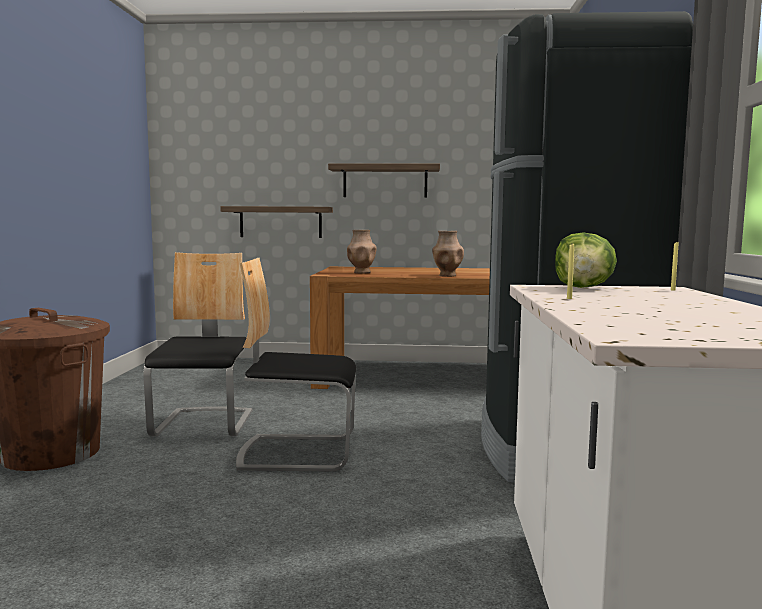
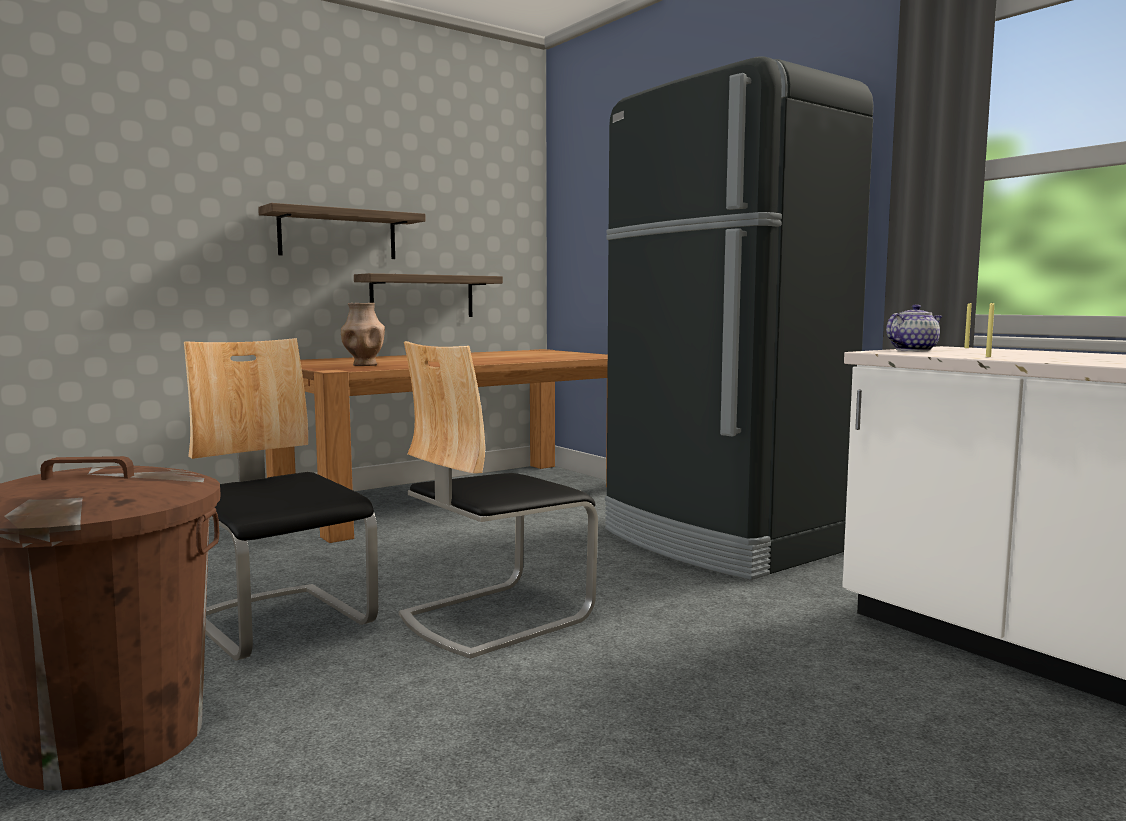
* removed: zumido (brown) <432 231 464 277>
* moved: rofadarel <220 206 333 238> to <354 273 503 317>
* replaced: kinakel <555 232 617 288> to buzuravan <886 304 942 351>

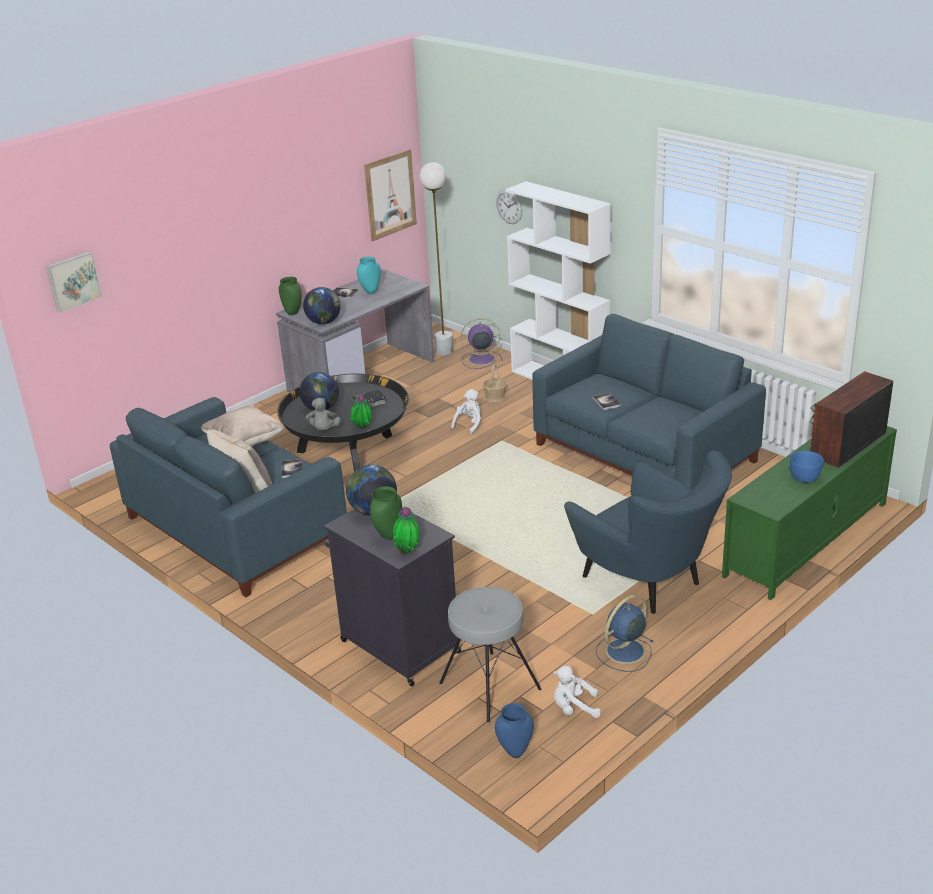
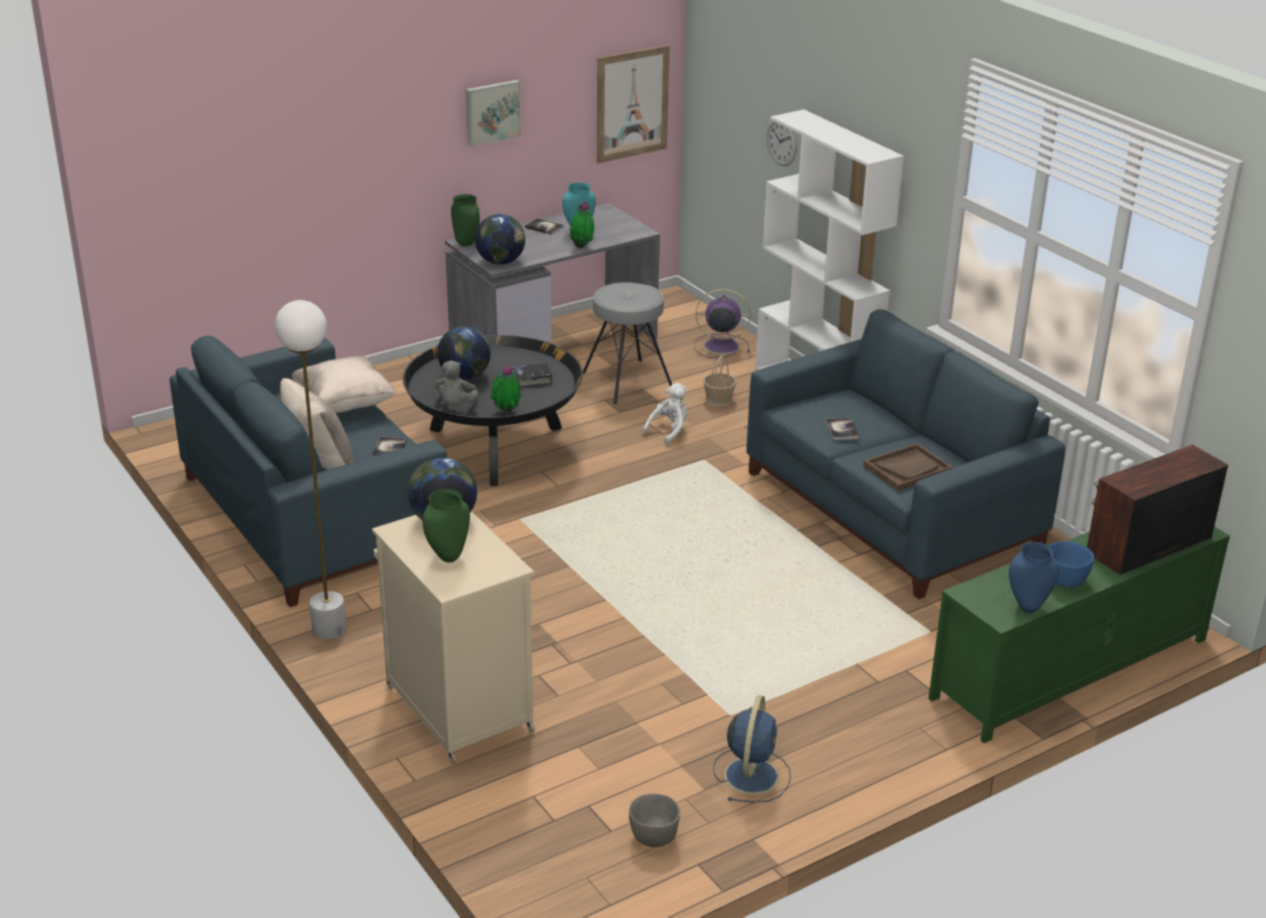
* removed: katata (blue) <564 451 732 614>
* added: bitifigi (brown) <863 443 953 491>
* moved: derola <46 251 102 313> to <466 80 521 147>
* moved: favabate <393 507 419 554> to <569 201 594 248>
* moved: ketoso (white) <420 162 453 356> to <275 300 346 639>
* moved: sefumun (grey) <439 587 541 722> to <583 282 672 404>
* moved: zumido (blue) <495 703 534 758> to <1009 542 1060 613>
* replaced: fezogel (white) <553 666 601 718> to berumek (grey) <629 794 681 847>
* recoloured: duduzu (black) <324 507 461 686> to duduzu (beige) <372 511 535 764>
* turned: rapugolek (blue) <596 595 654 672> = <713 695 791 803> 135 degrees clockwise

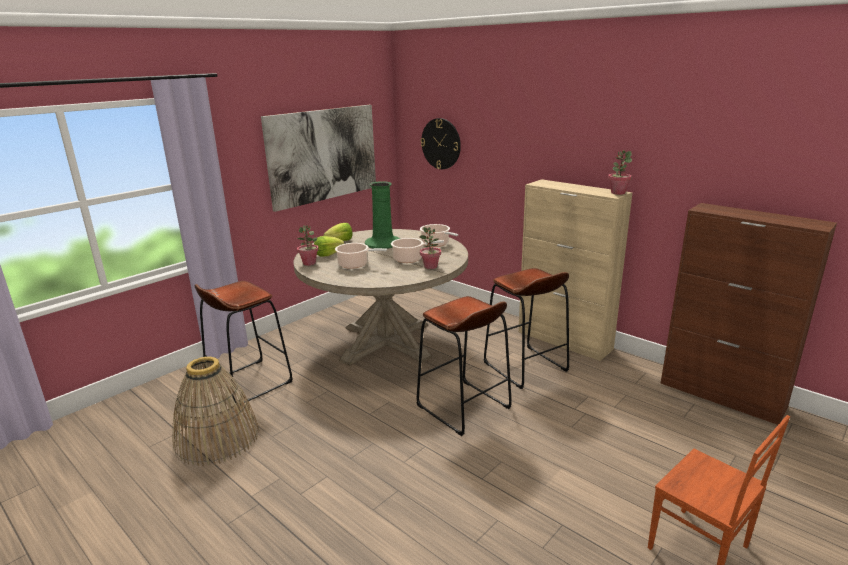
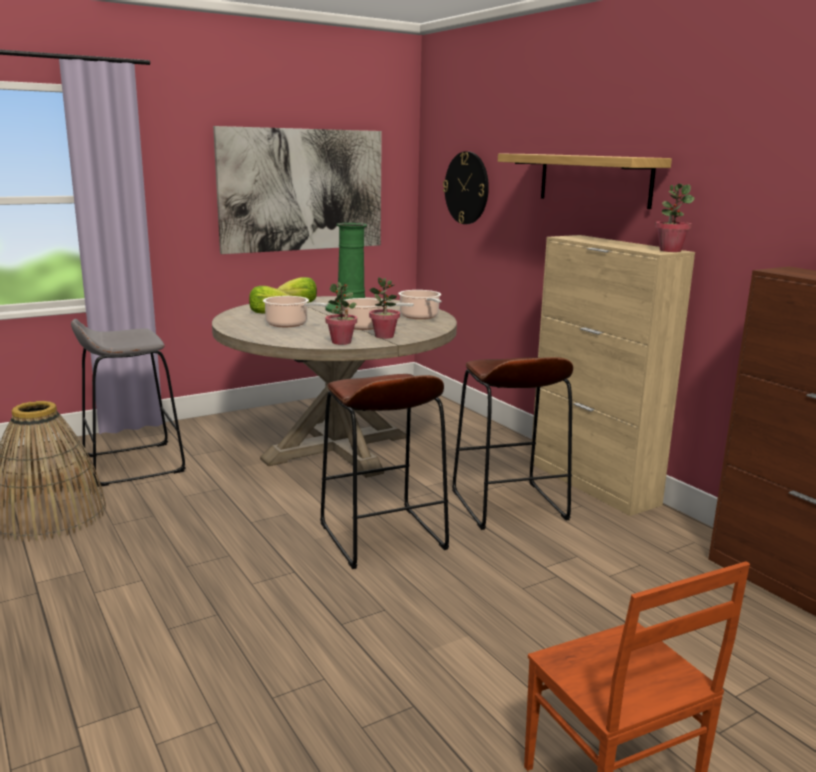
* added: rofadarel <498 153 672 209>
* moved: favabate <297 225 319 266> to <325 282 357 345>
* recoloured: sefumun (brown) <195 281 293 407> to sefumun (grey) <71 319 185 487>

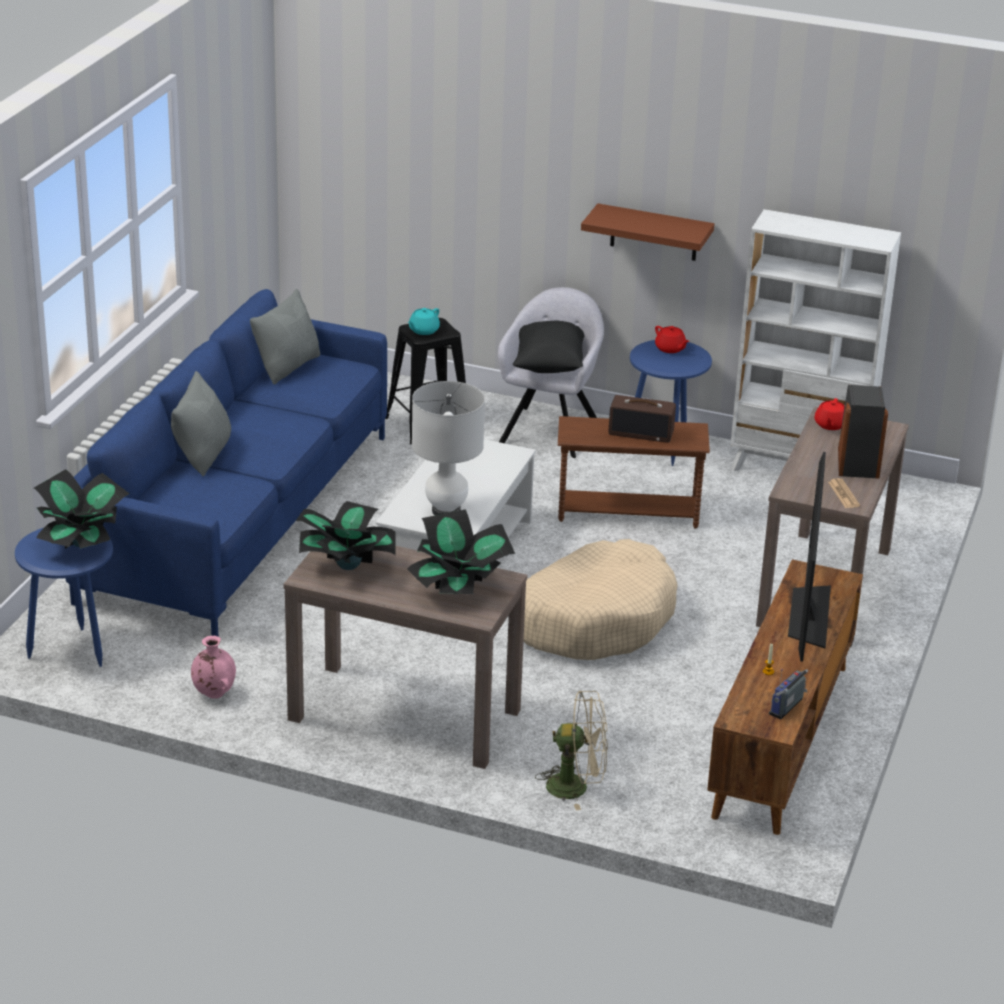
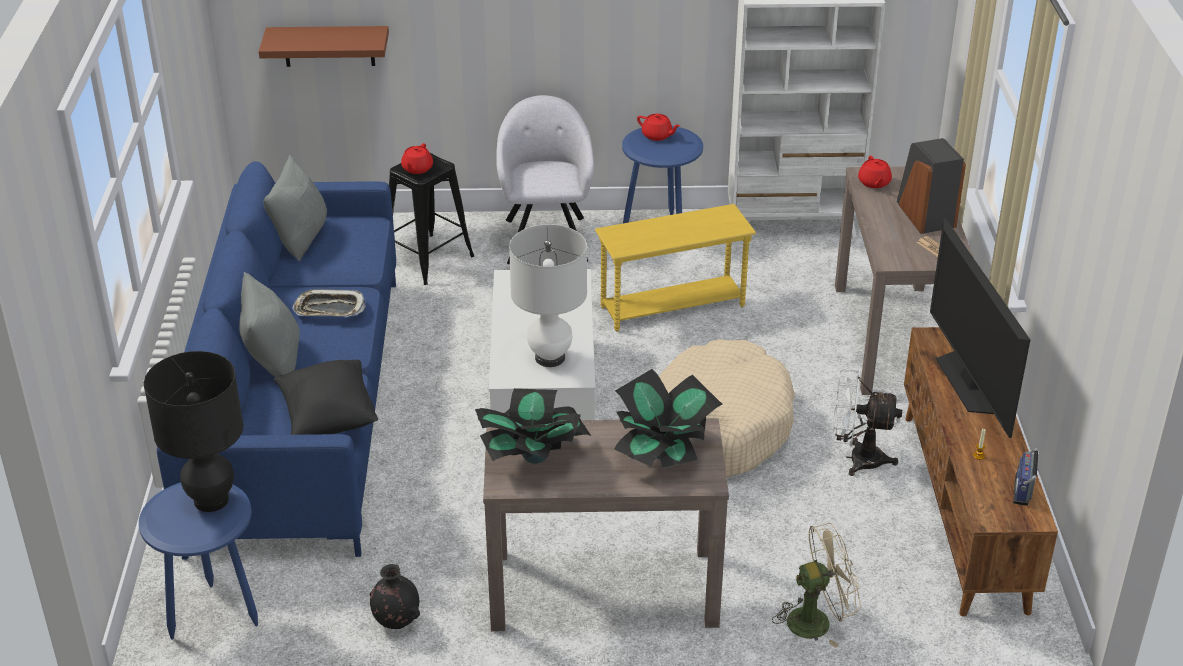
* removed: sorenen <609 395 676 443>
* added: bitifigi <293 289 365 317>
* added: rapugolek (white) <832 369 902 476>
* moved: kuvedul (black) <513 320 584 373> to <274 360 378 435>
* moved: rofadarel (brown) <581 203 714 261> to <258 26 389 67>
* replaced: favabate <34 469 130 549> to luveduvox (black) <144 351 244 512>
* recoloured: zumido (pink) <191 636 236 699> to zumido (black) <370 564 420 629>
* recoloured: buzuravan (turquoise) <408 308 440 335> to buzuravan (red) <401 143 433 174>
* recoloured: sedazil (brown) <558 416 710 529> to sedazil (yellow) <595 204 756 332>

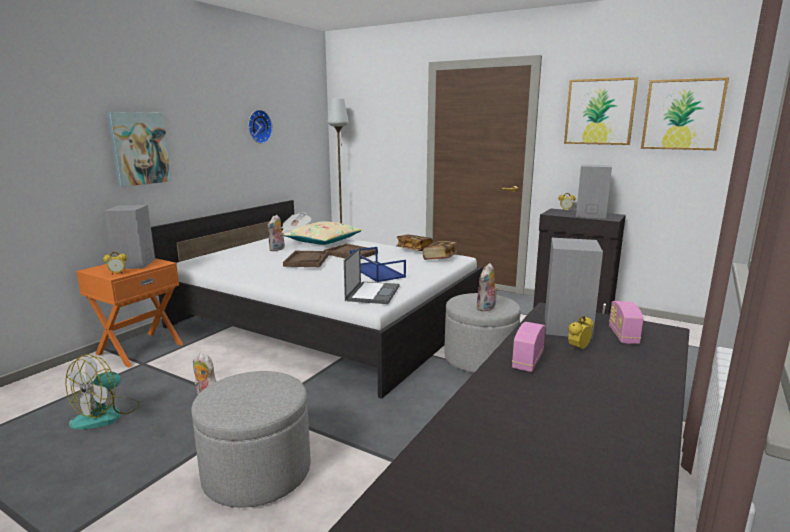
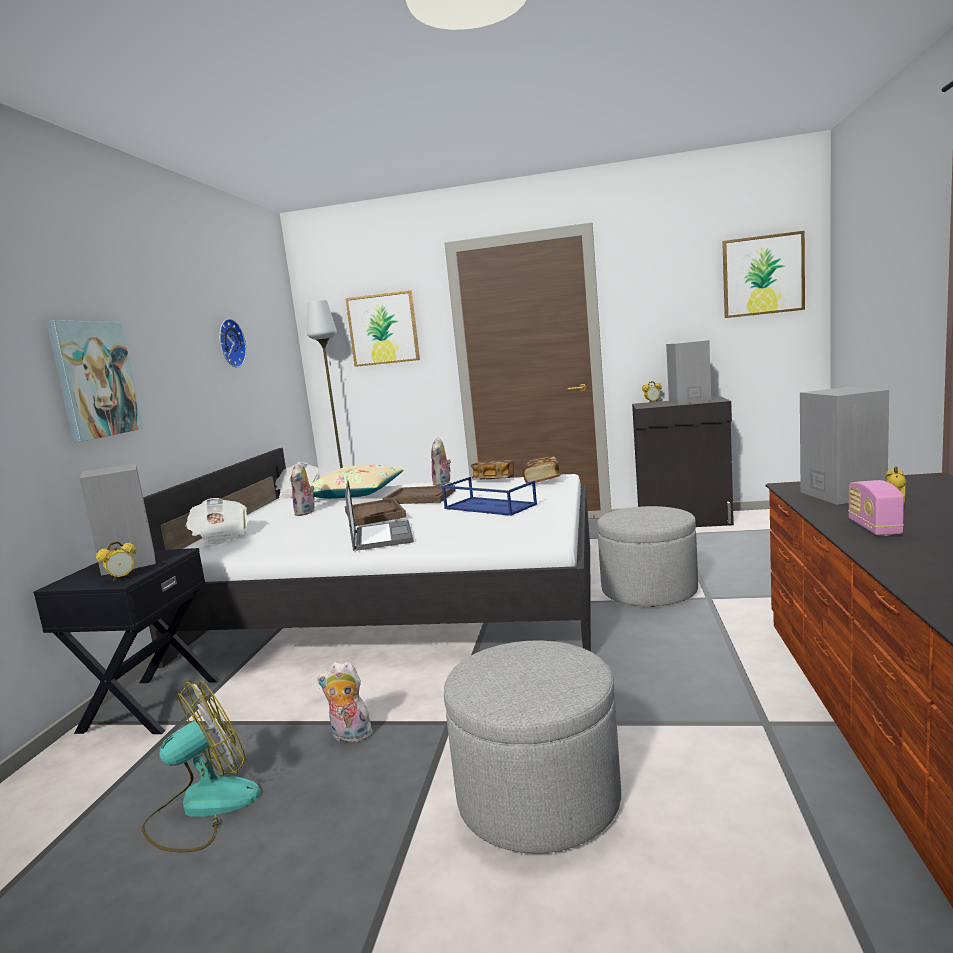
* removed: sorenen <609 301 644 344>
* added: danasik <185 498 247 546>
* moved: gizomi <344 247 399 304> to <345 480 414 551>
* moved: fezogel <476 263 498 312> to <431 437 451 486>
* moved: derola <564 77 638 145> to <345 290 420 367>
* recoloured: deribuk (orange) <76 258 183 367> to deribuk (black) <33 548 220 734>
* turned: rapugolek <65 354 140 429> = <142 680 261 852> 135 degrees counterclockwise

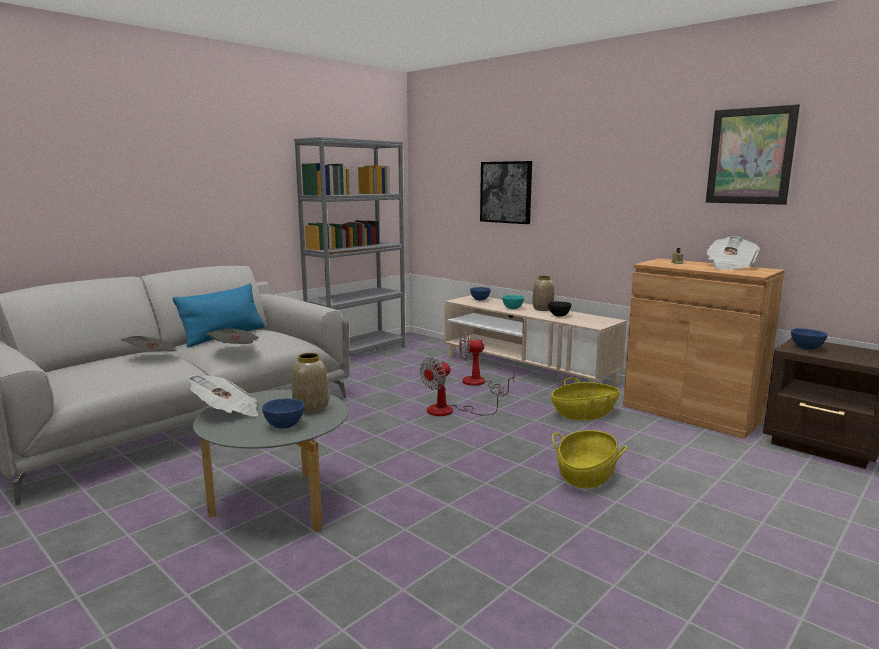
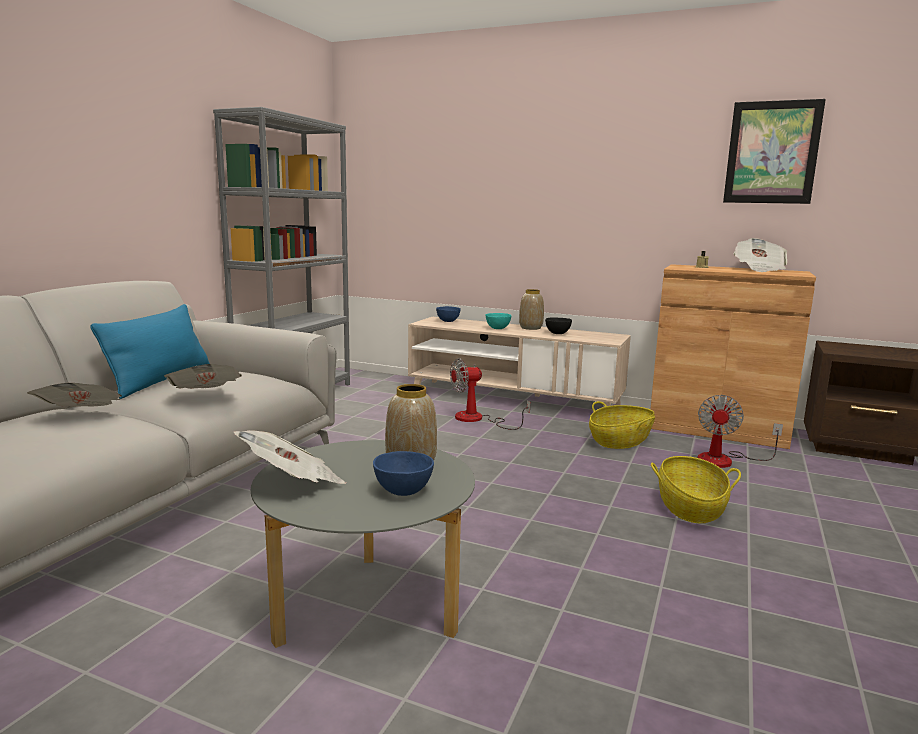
* removed: derola <480 161 532 224>
* removed: berumek (blue) <791 328 828 350>
* moved: rapugolek <420 357 504 416> to <697 395 783 468>

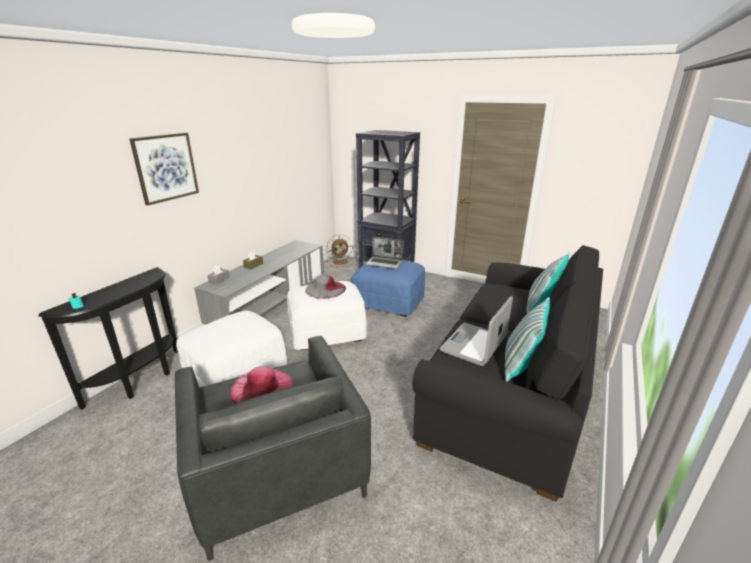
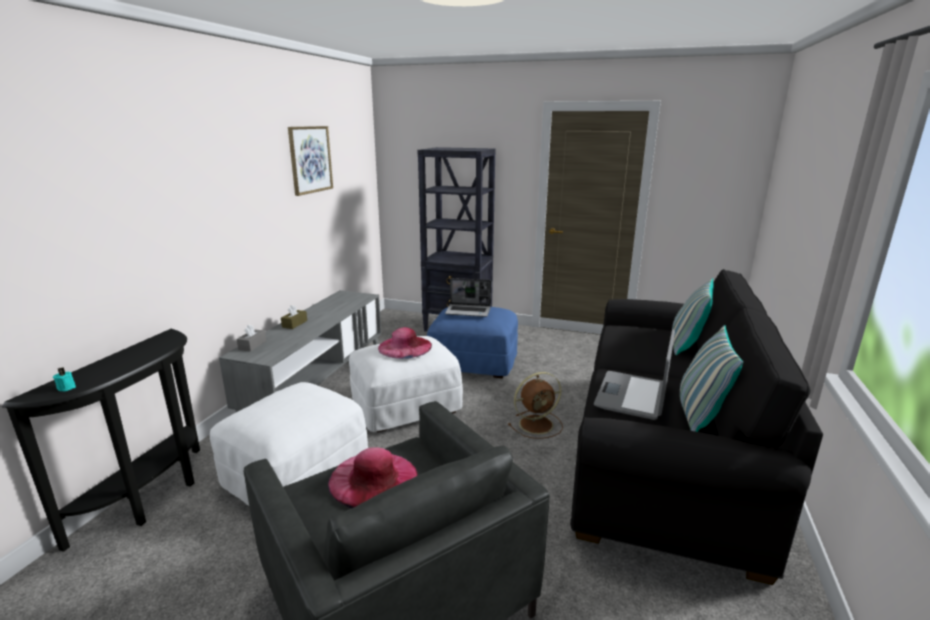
* moved: derola <129 133 199 206> to <288 126 333 196>
* moved: rapugolek (brown) <327 235 353 267> to <508 372 563 439>
* recoloured: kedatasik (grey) <306 275 346 299> to kedatasik (pink) <378 327 432 359>

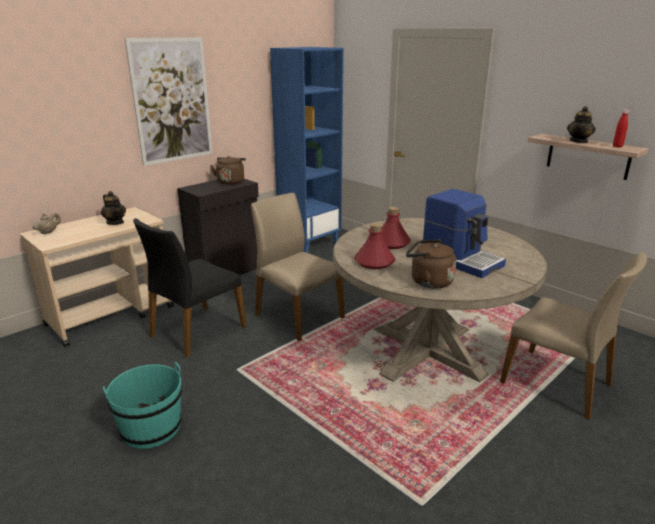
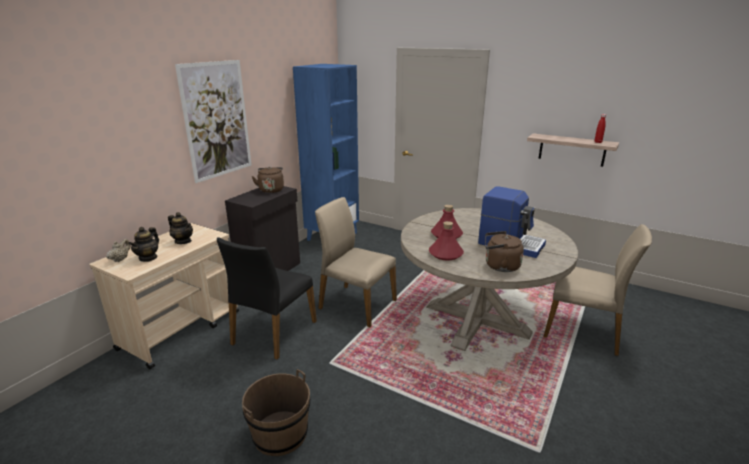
* moved: buzuravan <567 106 596 143> to <128 227 159 262>
* recoloured: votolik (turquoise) <103 362 182 449> to votolik (brown) <242 369 310 456>

